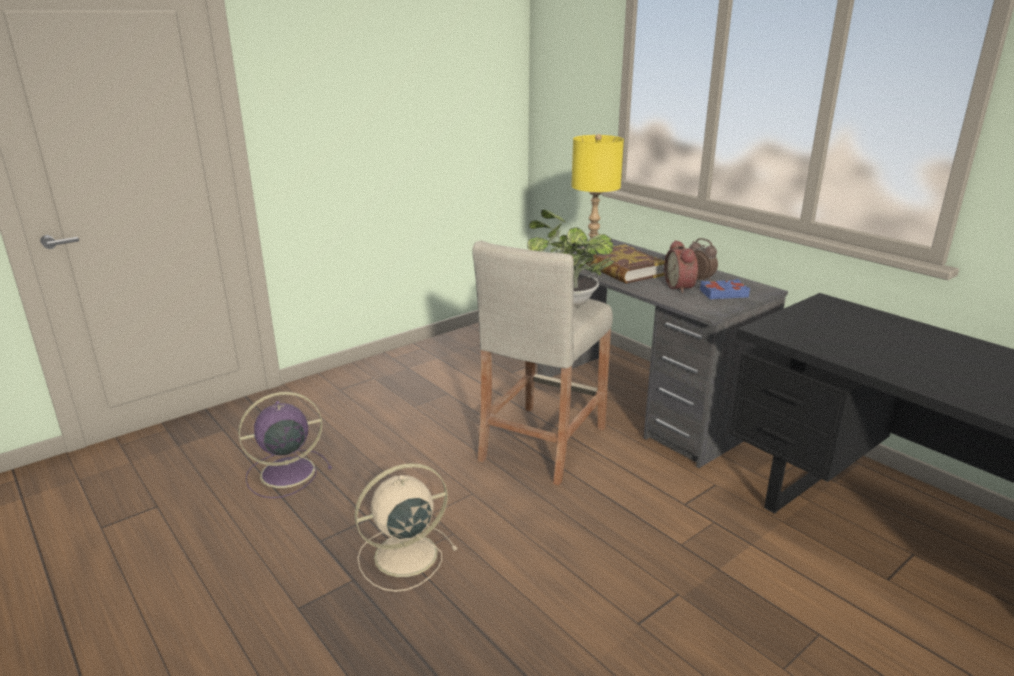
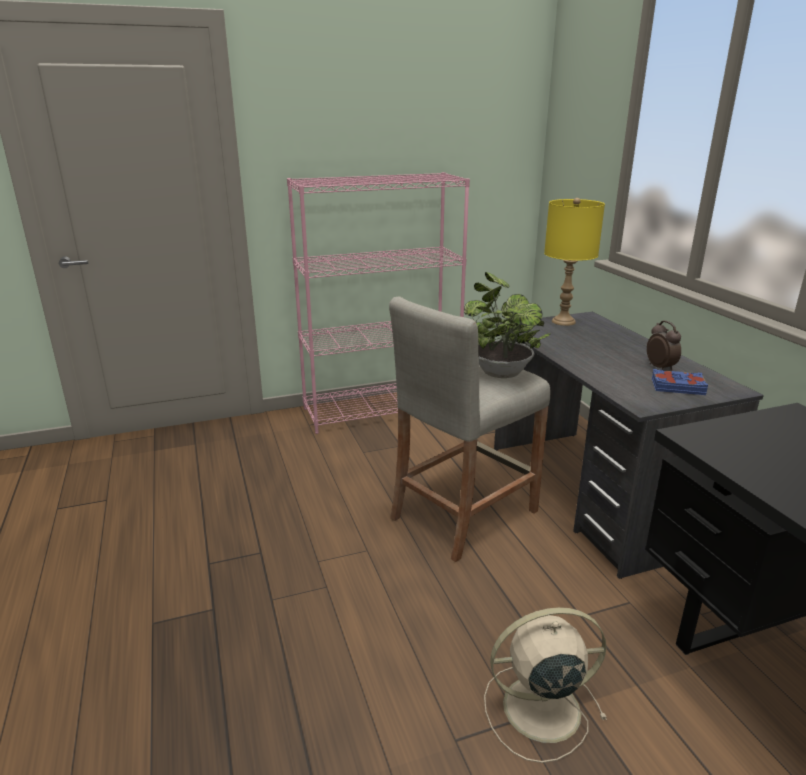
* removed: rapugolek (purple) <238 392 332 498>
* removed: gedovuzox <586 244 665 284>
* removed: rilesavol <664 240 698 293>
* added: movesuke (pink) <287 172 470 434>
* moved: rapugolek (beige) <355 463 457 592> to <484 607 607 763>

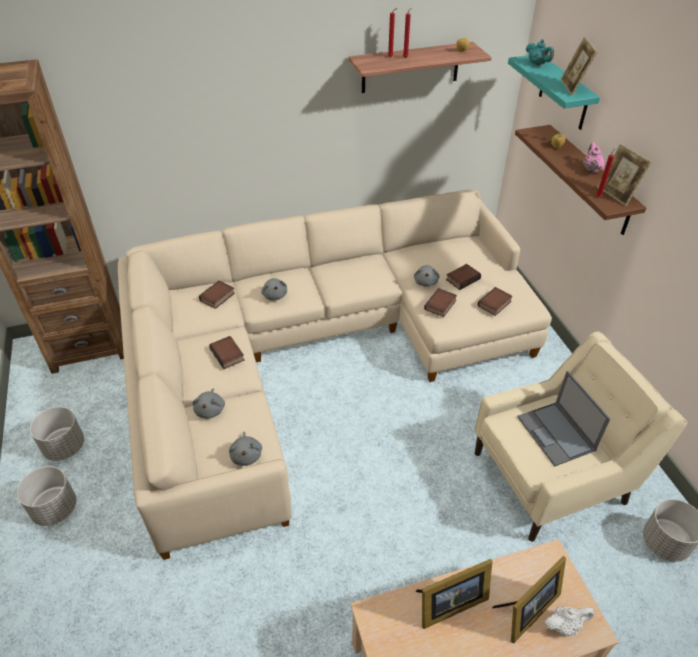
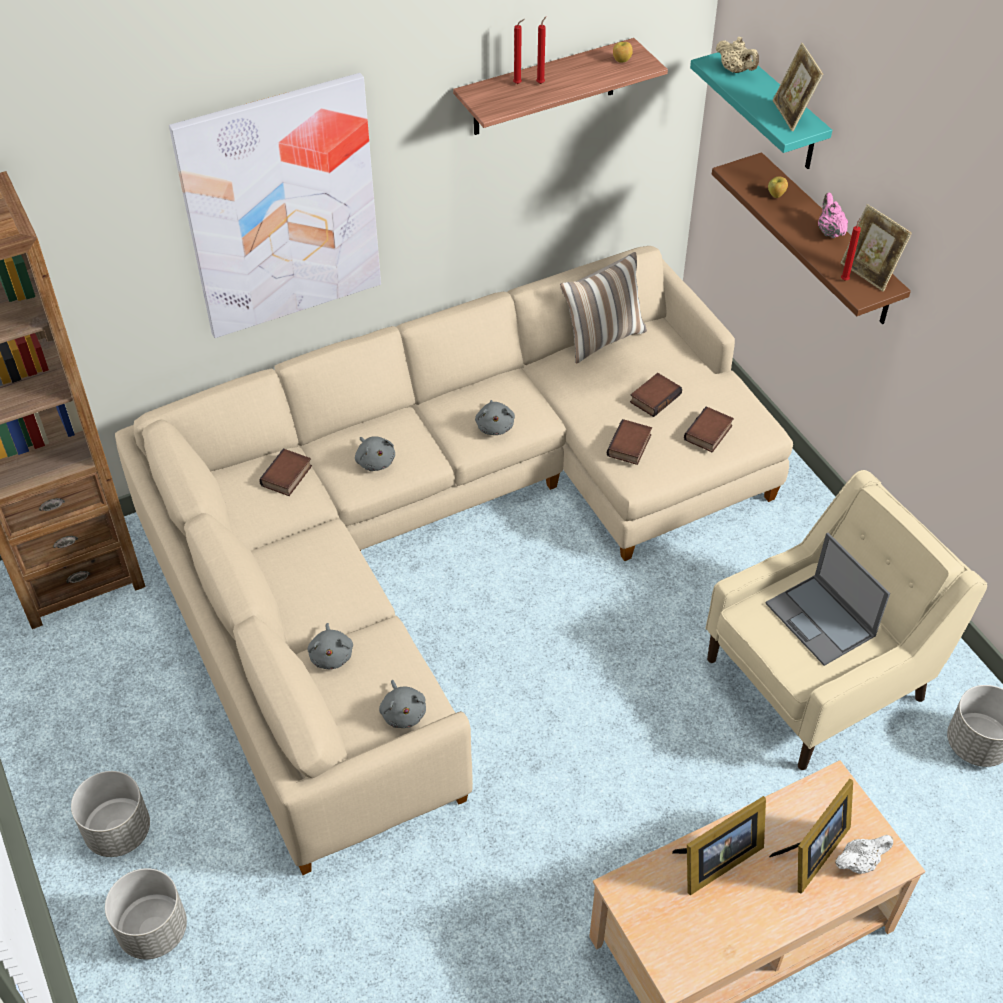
* removed: gedovuzox <209 336 245 369>
* added: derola <169 73 381 338>
* added: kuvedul <560 252 647 364>
* moved: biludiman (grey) <30 407 84 461> to <105 868 187 959>
* moved: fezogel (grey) <414 265 439 287> to <475 400 515 435>
* recoloured: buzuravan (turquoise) <526 39 554 65> to buzuravan (beige) <716 37 759 73>

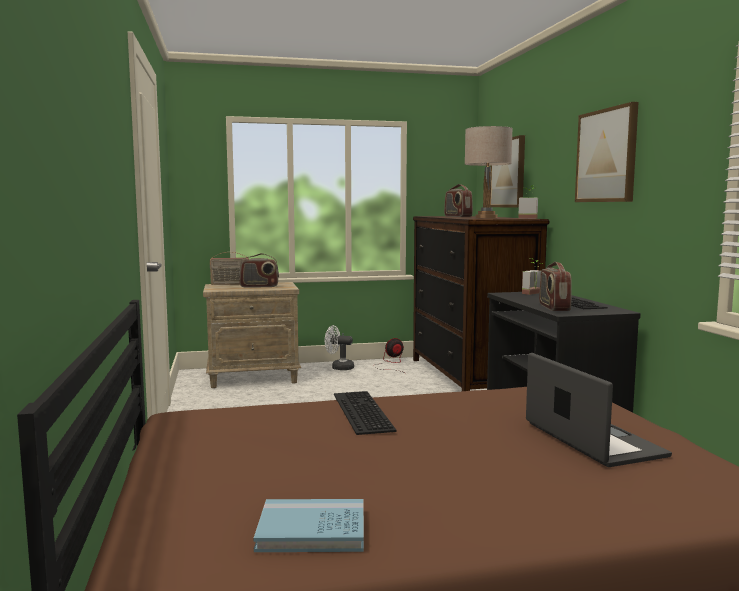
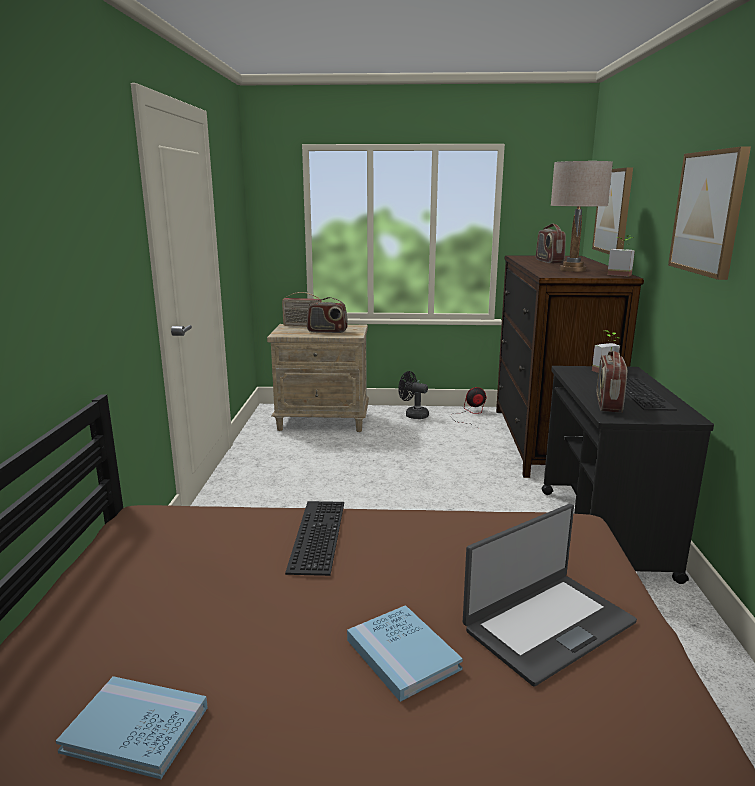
* added: gedovuzox (blue) <347 605 463 702>
* recoloured: rapugolek (white) <325 325 354 370> to rapugolek (black) <398 371 429 419>
* turned: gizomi <526 353 672 467> = <463 504 637 687> 60 degrees clockwise

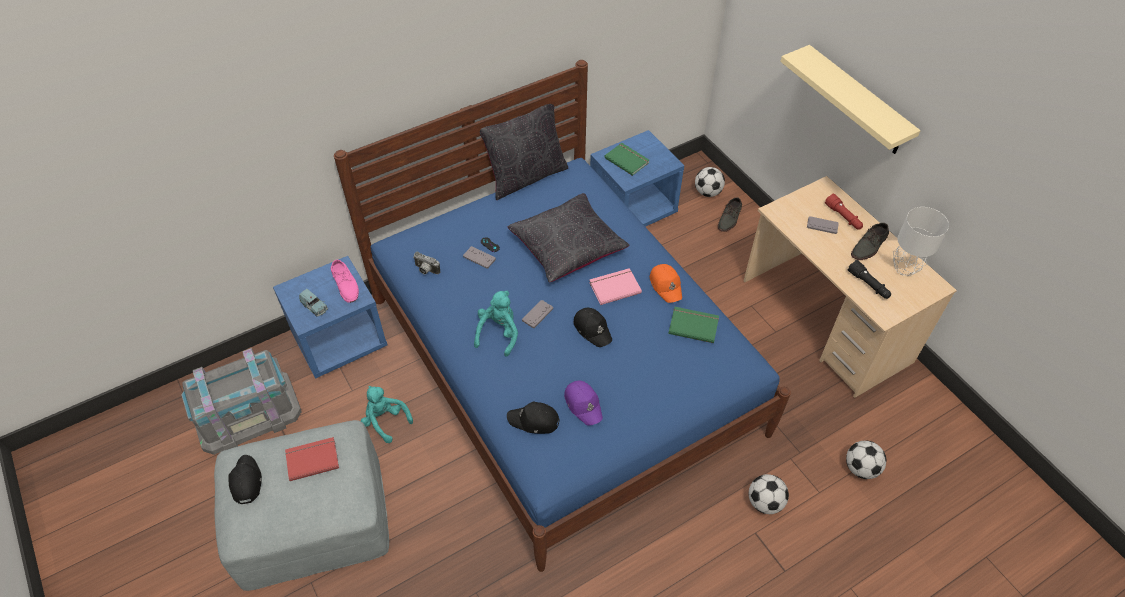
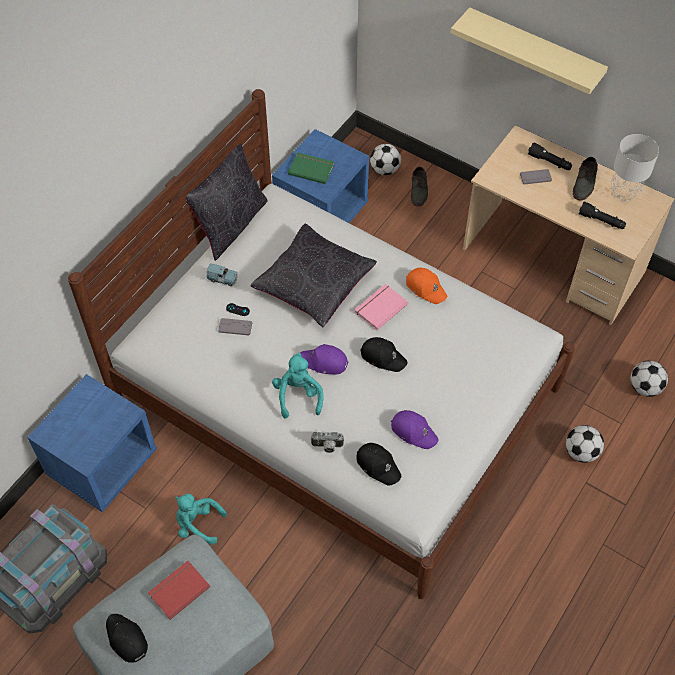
* removed: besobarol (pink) <331 260 359 303>
* removed: gedovuzox (green) <668 307 719 343>
* moved: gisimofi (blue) <299 289 328 316> to <207 263 238 286>
* moved: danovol <413 252 440 274> to <311 432 344 453>
* replaced: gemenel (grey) <522 300 553 328> to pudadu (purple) <300 344 348 374>
* recoloured: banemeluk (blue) <334 60 791 572> to banemeluk (white) <68 89 575 599>
* recoloured: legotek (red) <825 194 863 230> to legotek (black) <528 142 572 170>
* turned: pudadu (black) <507 402 560 434> = <356 443 401 486> 120 degrees counterclockwise

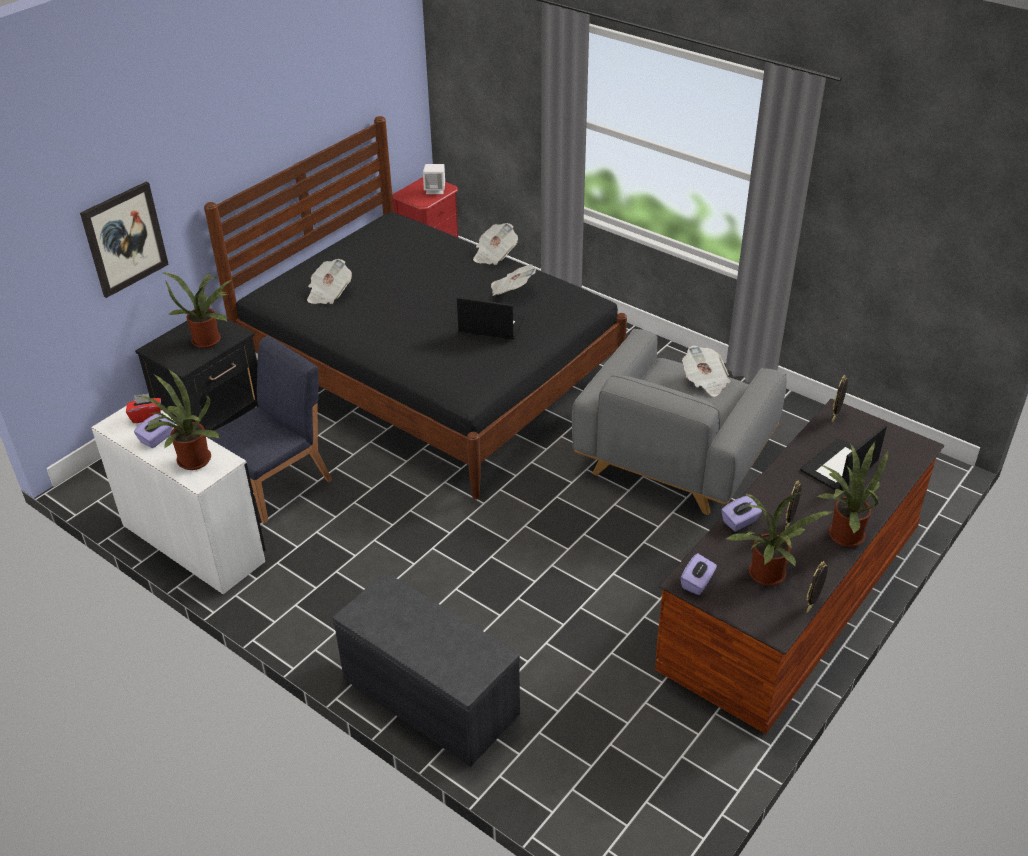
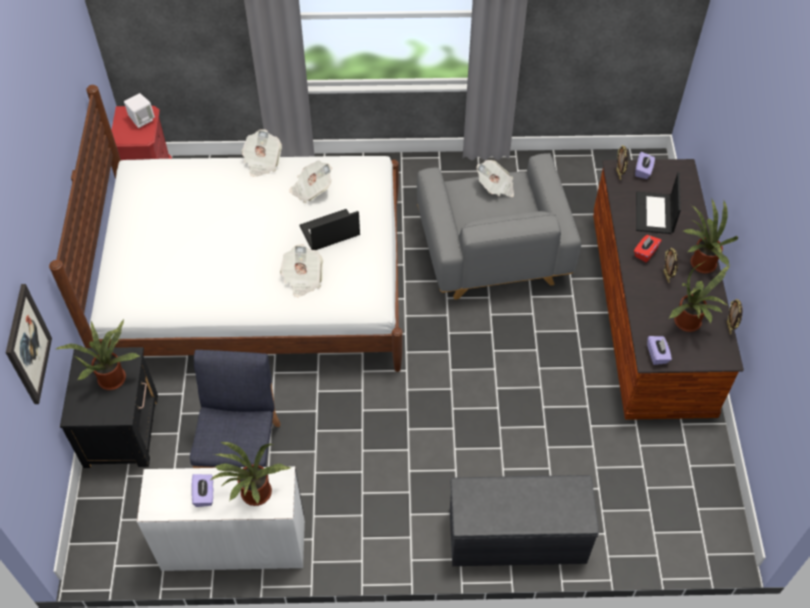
* moved: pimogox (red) <126 394 161 423> to <634 235 662 262>
* moved: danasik <307 259 352 304> to <280 244 323 297>
* moved: pimogox (purple) <721 496 762 532> to <635 152 655 179>
* recoloured: banemeluk (black) <204 116 627 500> to banemeluk (white) <49 85 403 372>

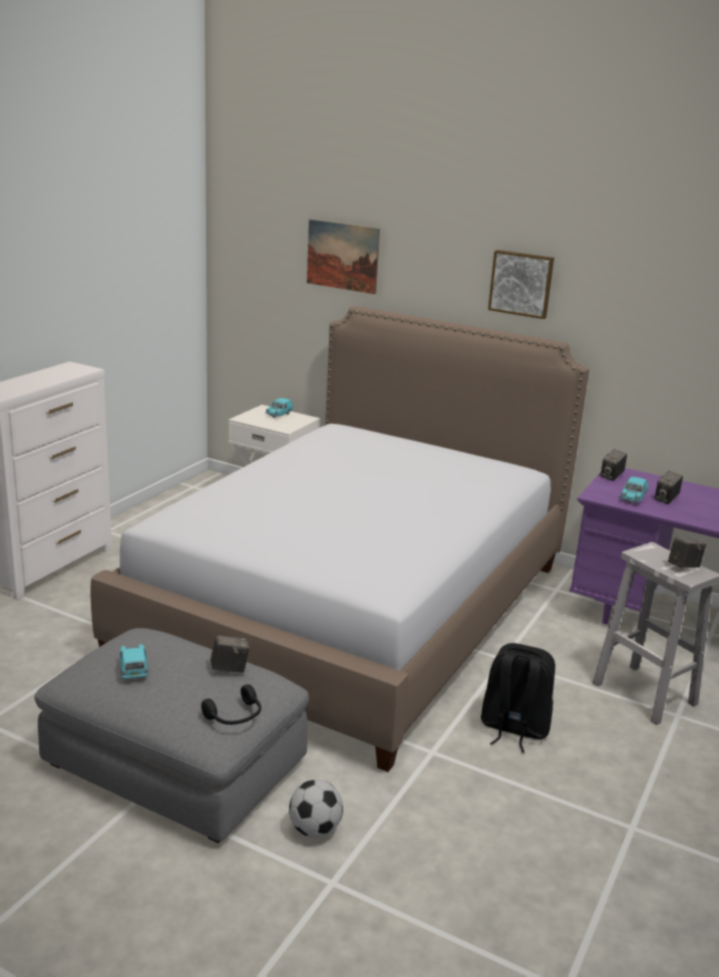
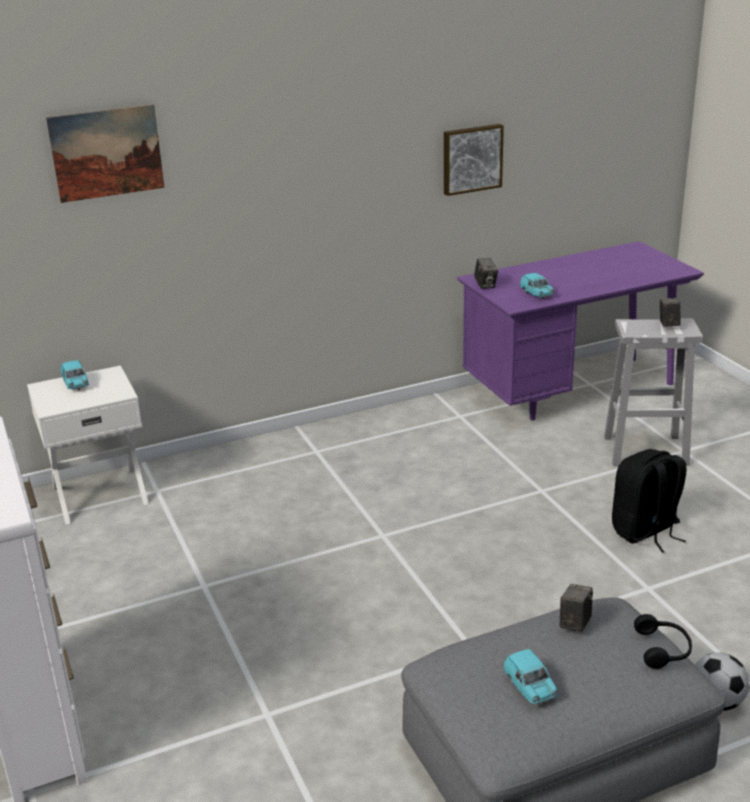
* removed: banemeluk <90 306 589 772>
* removed: danovol <654 471 683 504>
* moved: derola <488 250 554 319> to <444 124 504 196>
* turned: gisimofi (turquoise) <120 644 149 679> = <504 649 558 704> 135 degrees counterclockwise

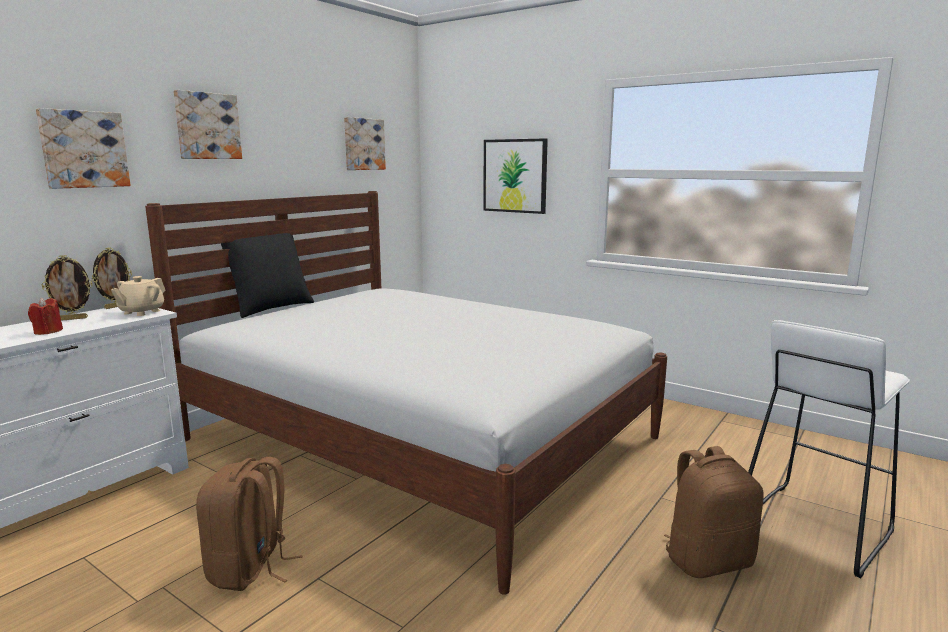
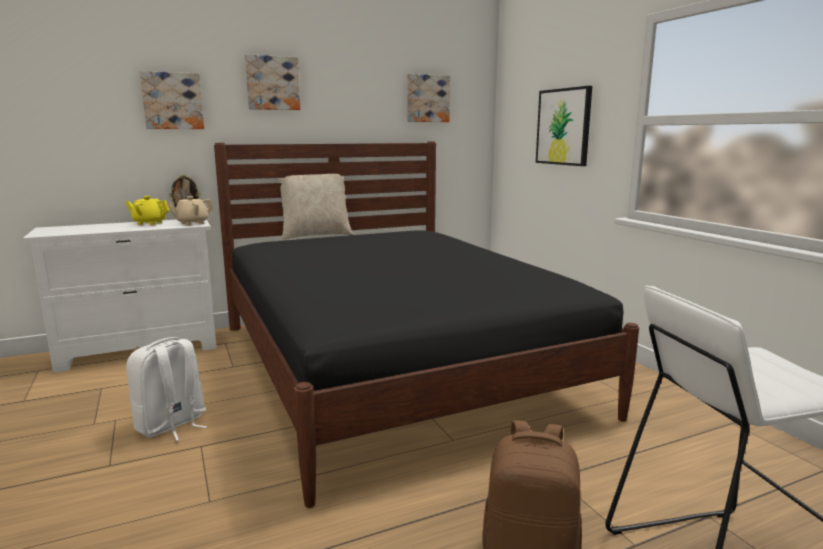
* removed: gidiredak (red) <28 298 63 335>
* replaced: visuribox <42 255 93 321> to buzuravan (yellow) <125 196 170 225>
* recoloured: banemeluk (white) <145 191 667 595> to banemeluk (black) <214 141 639 508>
* recoloured: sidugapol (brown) <196 457 302 591> to sidugapol (white) <126 337 207 441>
* recoloured: kuvedul (black) <221 233 314 318> to kuvedul (beige) <277 174 353 240>

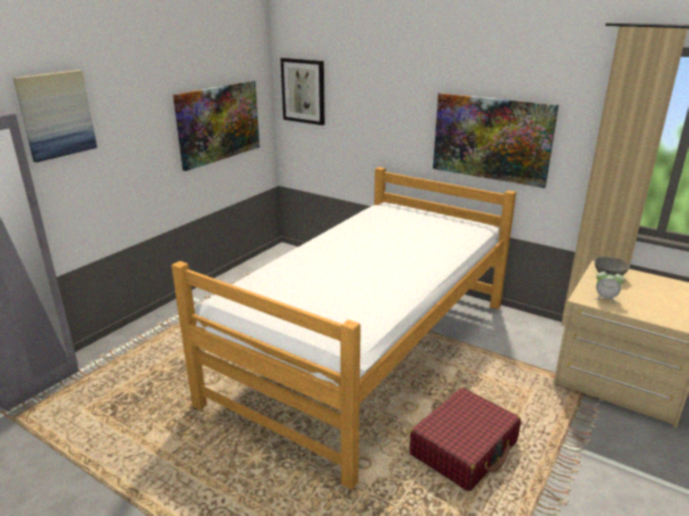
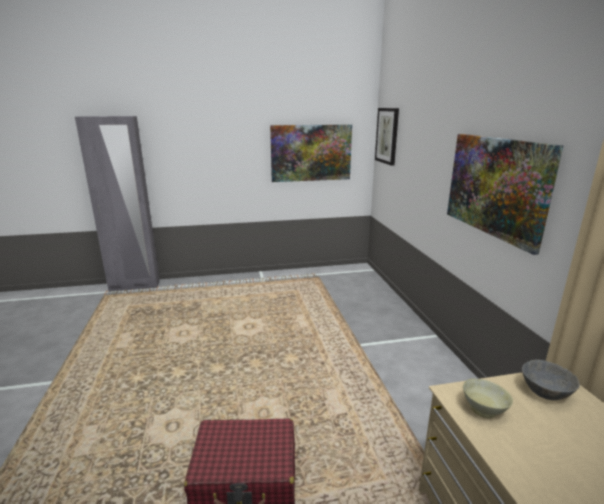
* removed: derola <13 70 97 162>
* removed: banemeluk <171 167 516 490>
* replaced: rilesavol <595 269 625 303> to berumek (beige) <463 379 513 418>

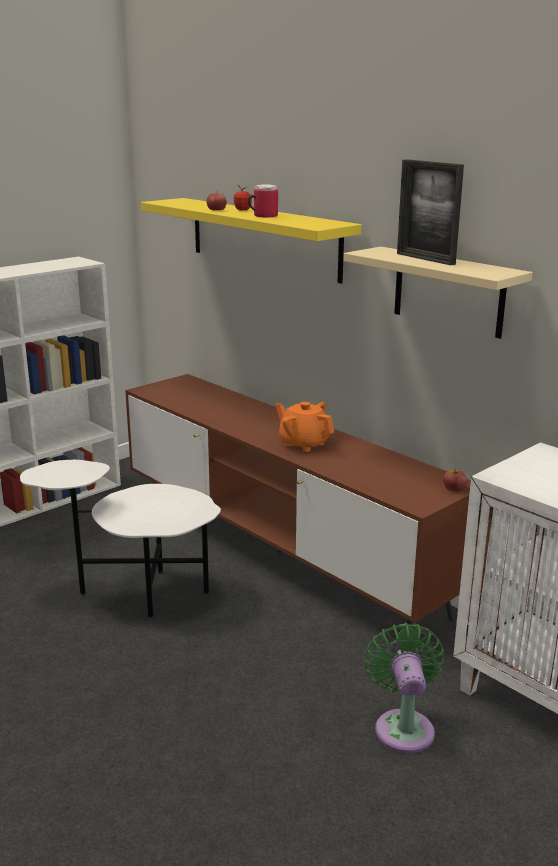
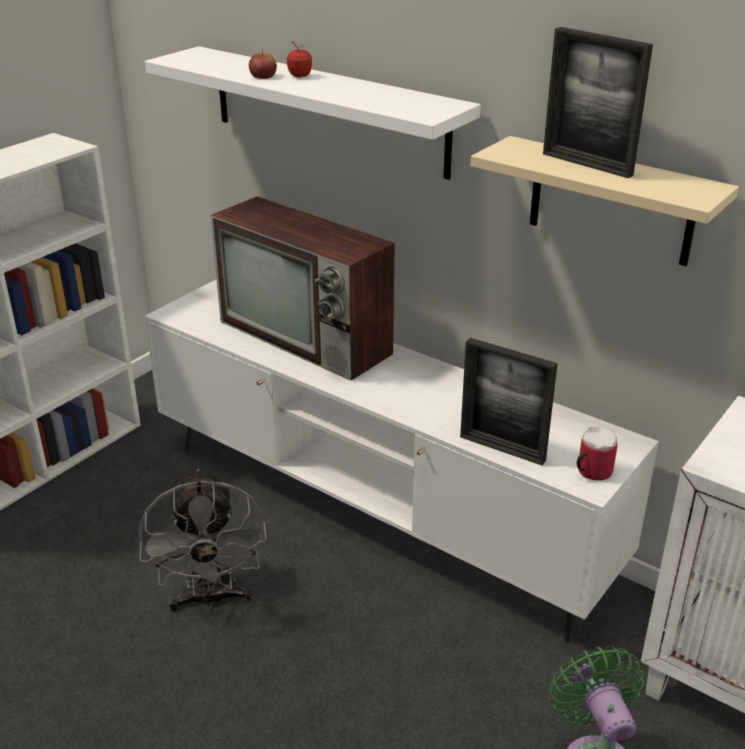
* removed: buzuravan (orange) <275 402 334 452>
* removed: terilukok <443 468 467 492>
* added: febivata <211 196 395 381>
* added: visuribox <460 338 558 465>
* moved: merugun <248 184 278 217> to <577 427 618 481>
* replaced: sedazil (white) <20 460 221 617> to rapugolek (grey) <139 469 267 611>
* recoloured: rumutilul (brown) <125 374 471 629> to rumutilul (white) <145 279 659 642>
* recoloured: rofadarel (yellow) <141 198 362 284> to rofadarel (white) <145 46 481 180>

